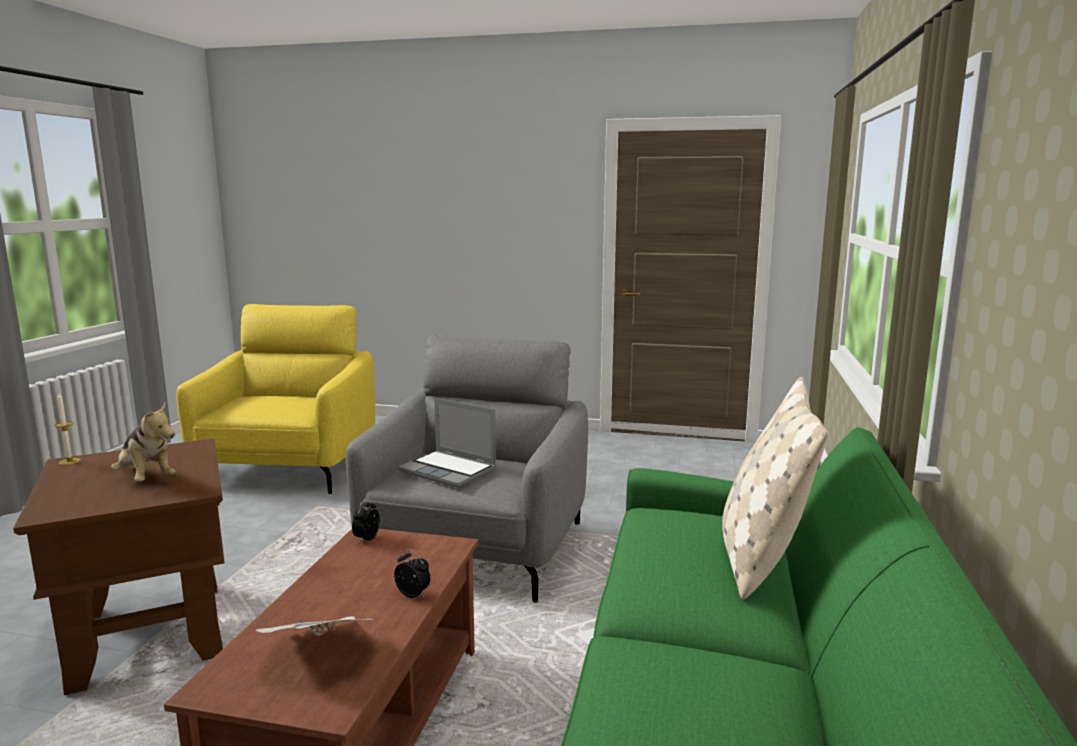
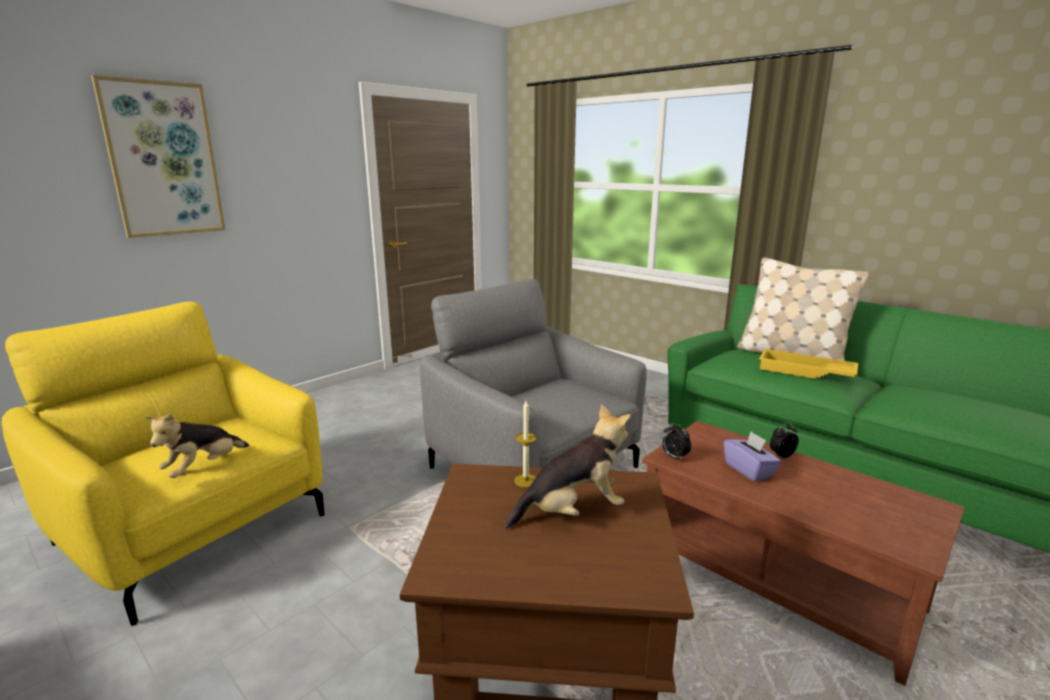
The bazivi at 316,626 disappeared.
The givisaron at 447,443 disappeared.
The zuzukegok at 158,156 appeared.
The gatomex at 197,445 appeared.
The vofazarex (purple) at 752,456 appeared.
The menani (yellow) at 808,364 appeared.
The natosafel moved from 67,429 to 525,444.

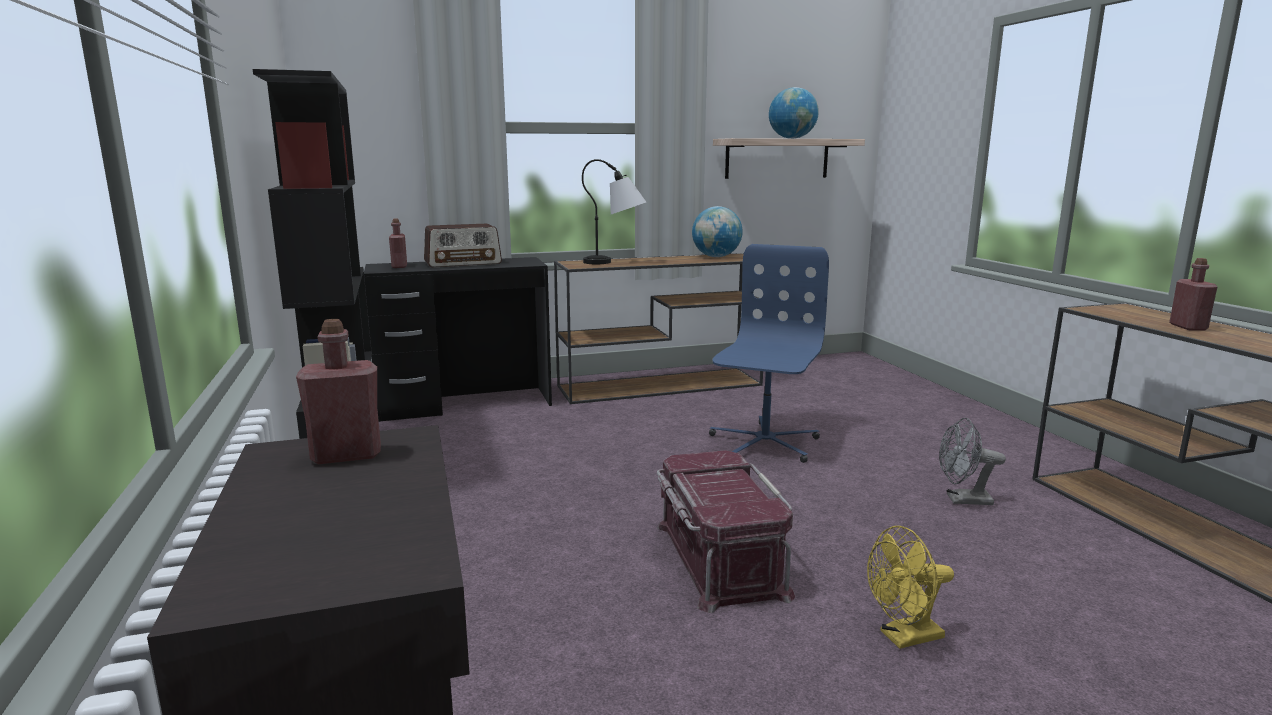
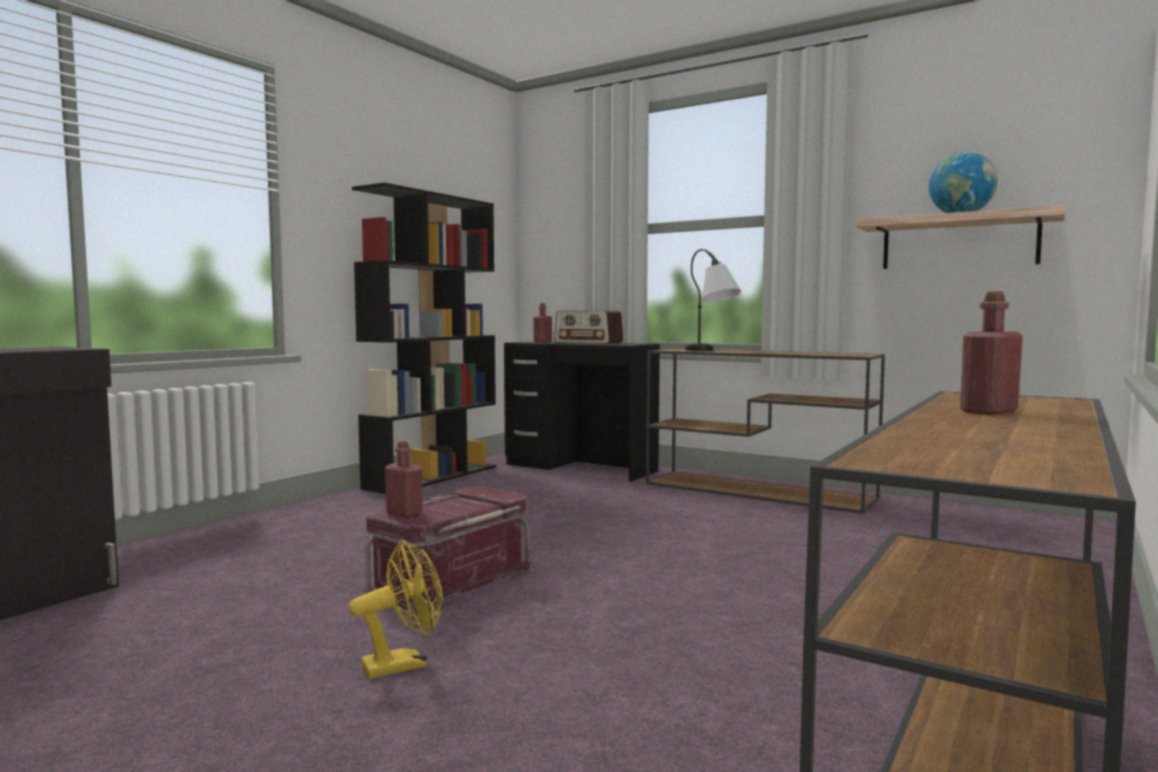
The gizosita at 717,231 disappeared.
The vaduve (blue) at 769,353 disappeared.
The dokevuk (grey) at 972,461 disappeared.
The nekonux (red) moved from 338,391 to 404,479.
The dokevuk (yellow) at 910,587 turned 120 degrees clockwise.

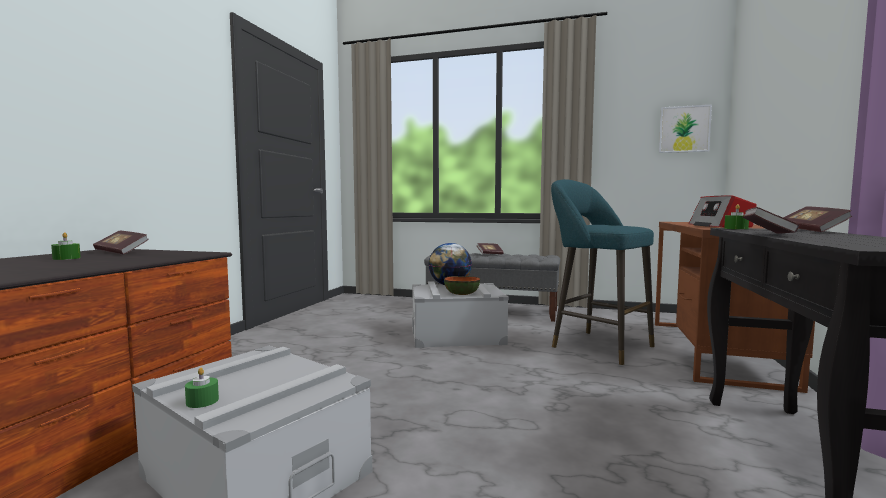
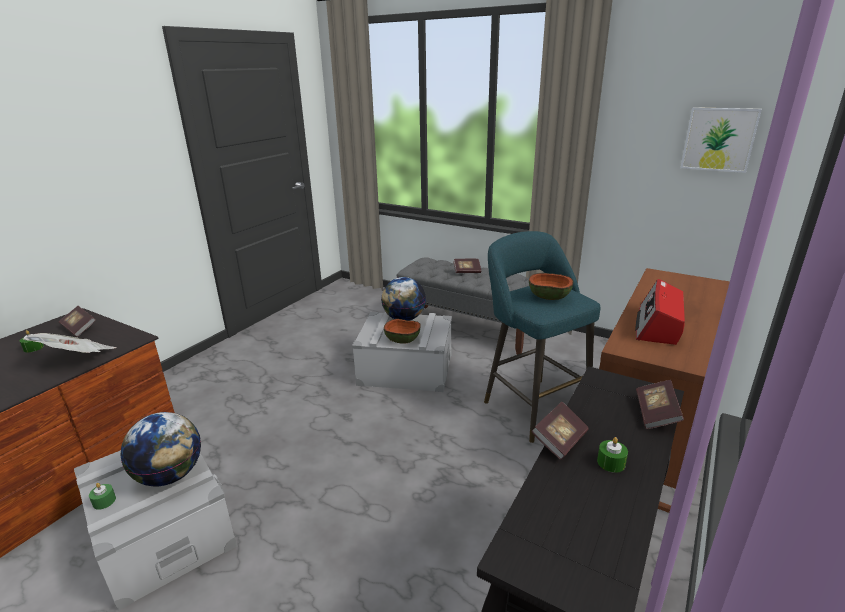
The bazivi at 70,343 appeared.
The gizosita at 160,449 appeared.
The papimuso at 551,286 appeared.
The natosafel (green) moved from 736,216 to 612,455.

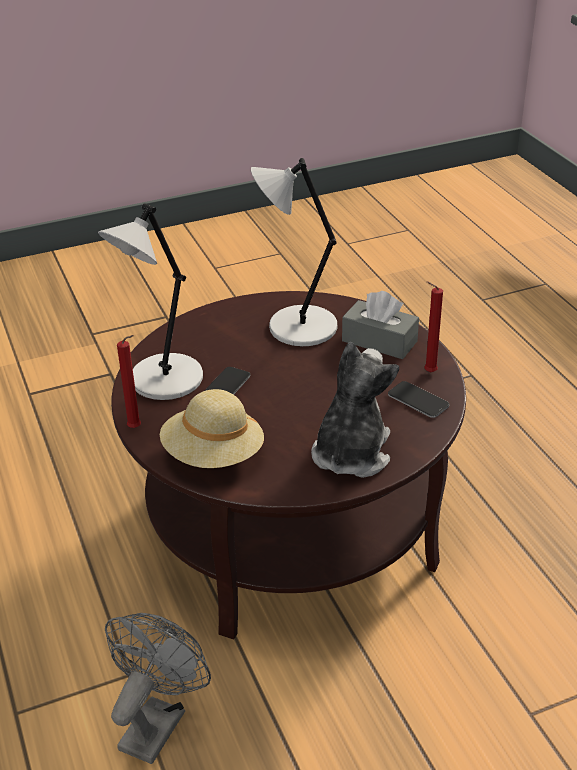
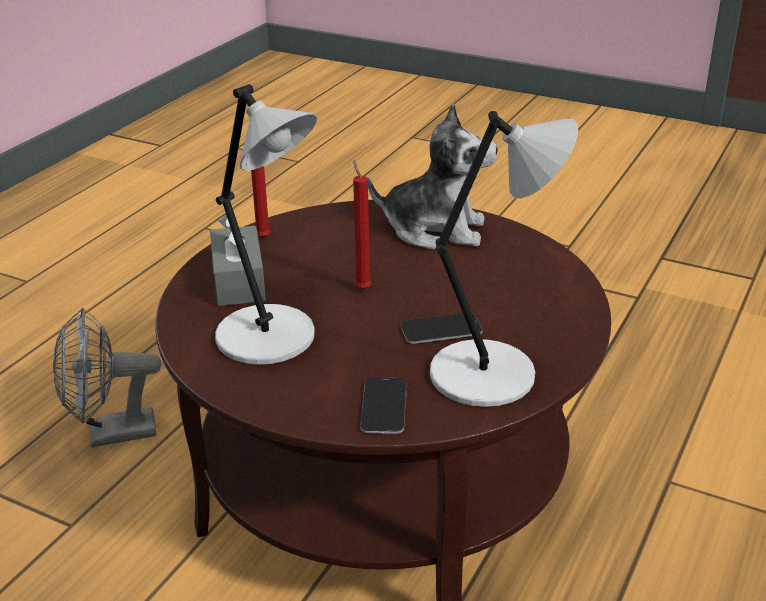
The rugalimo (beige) at 212,428 disappeared.
The dokevuk (grey) moved from 158,688 to 107,377.
The natosafel (red) moved from 129,381 to 362,225.
The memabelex moved from 418,399 to 383,405.
The gatomex at 355,410 turned 150 degrees counterclockwise.

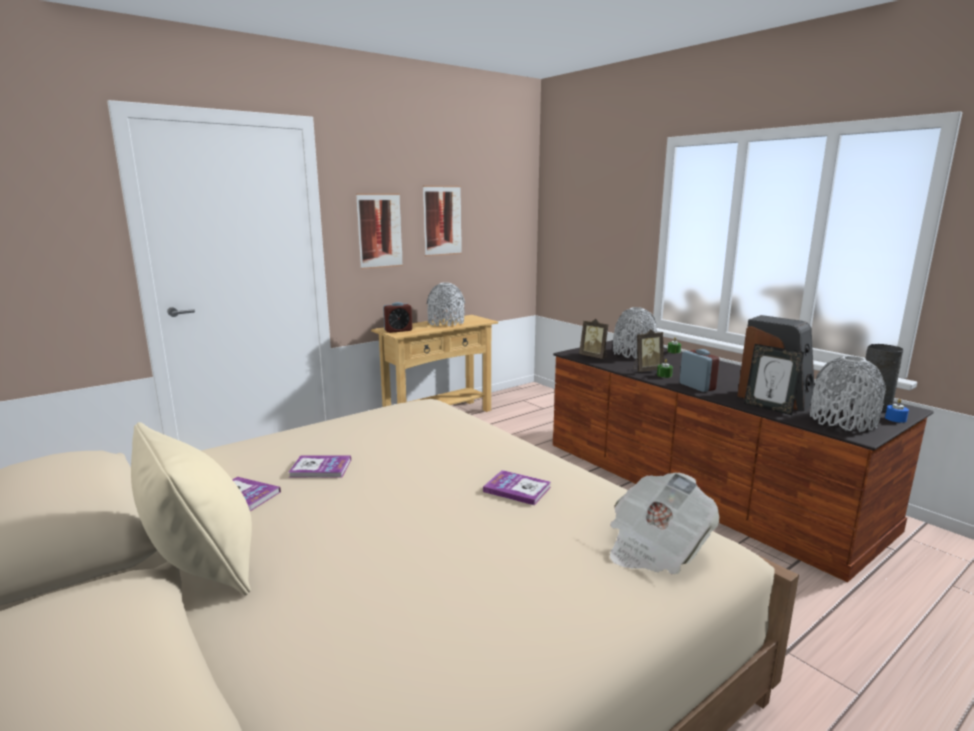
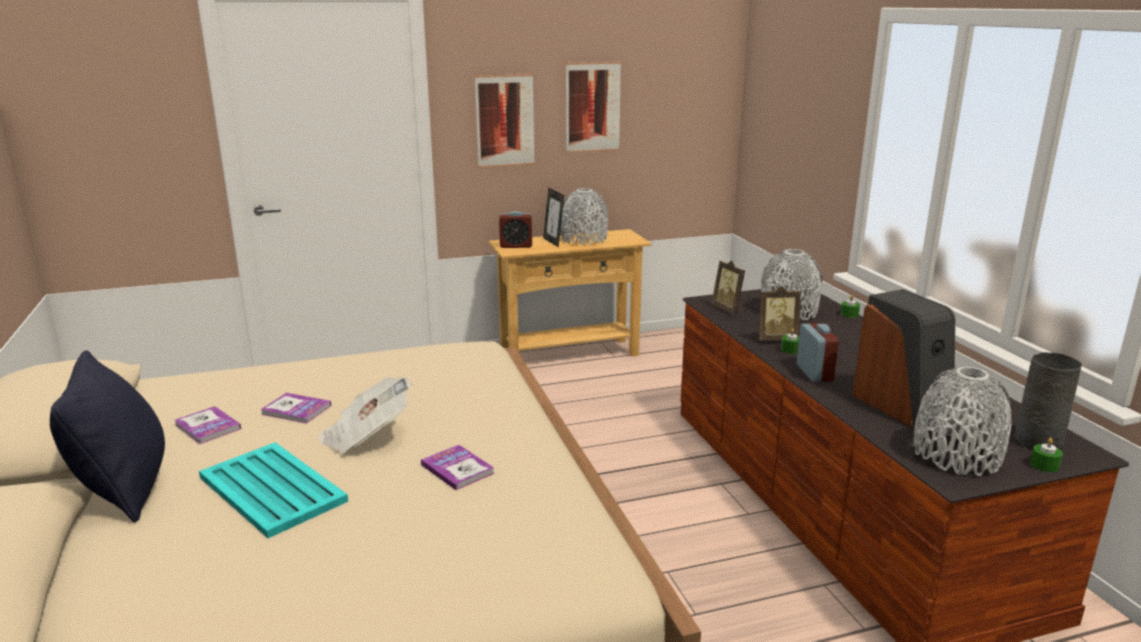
The menani (turquoise) at 273,490 appeared.
The bazivi moved from 665,523 to 365,415.
The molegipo moved from 774,379 to 553,217.
The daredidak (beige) at 191,509 became the daredidak (black) at 107,436.
The natosafel (blue) at 897,411 became the natosafel (green) at 1046,455.

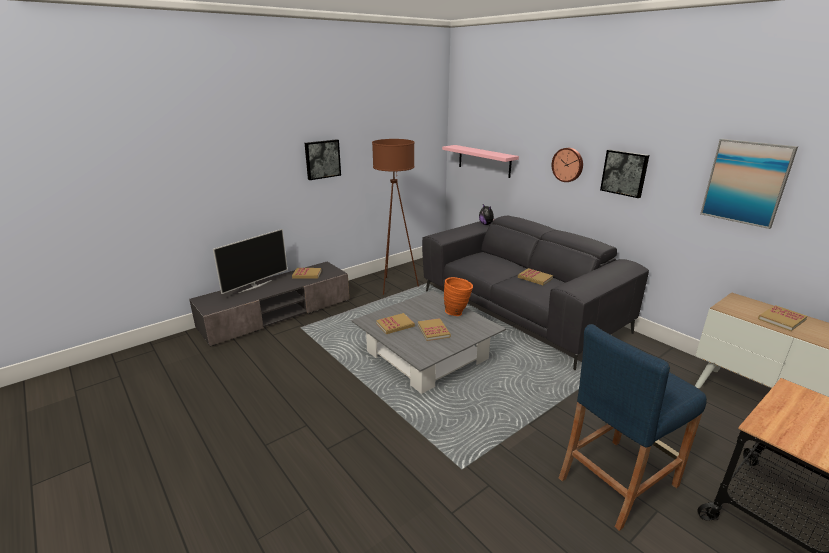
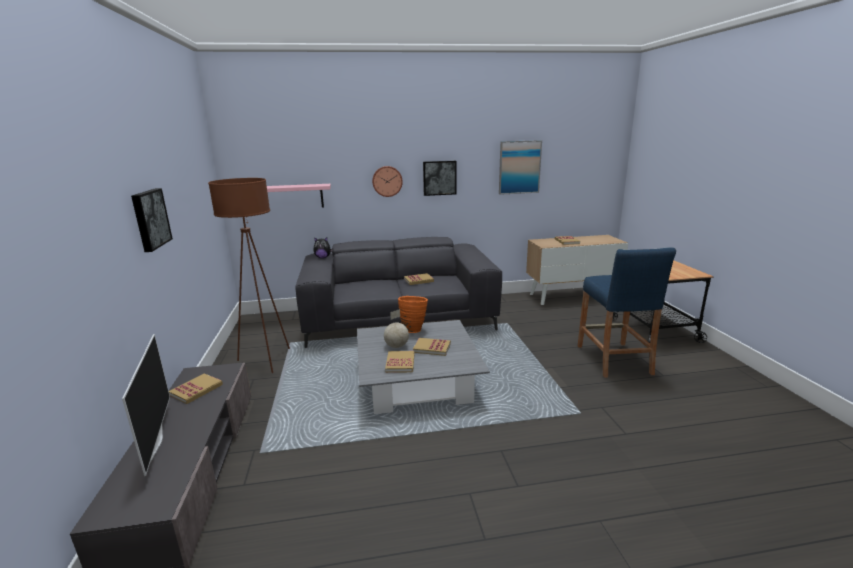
The gizosita at 396,328 appeared.

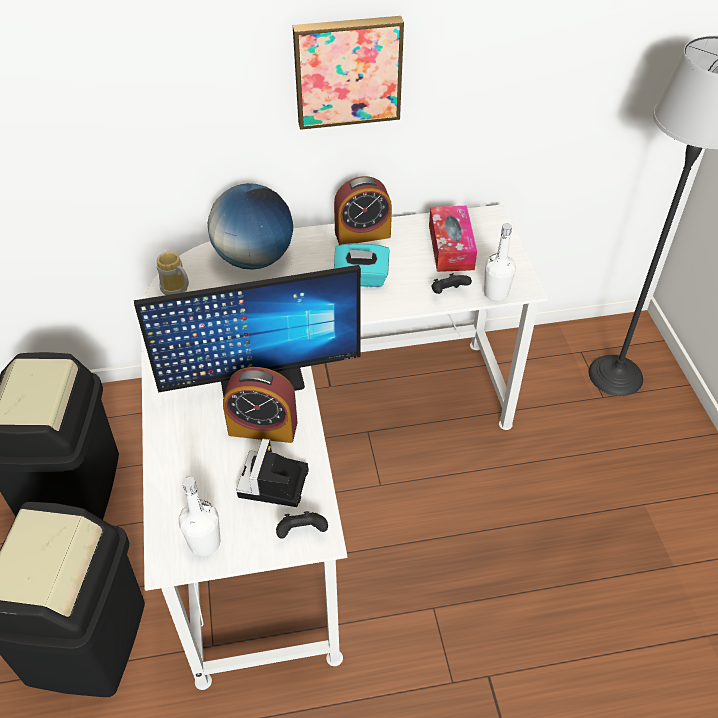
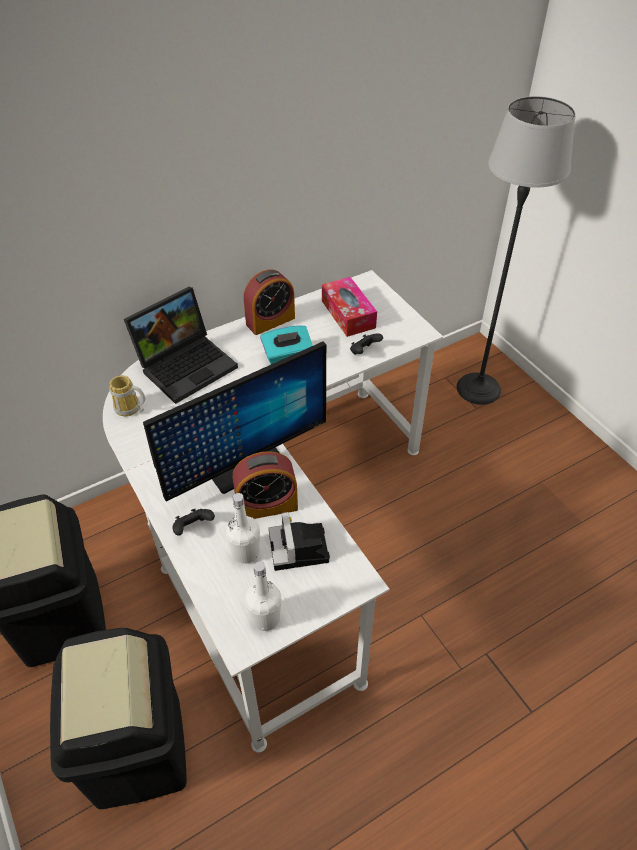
The zuzukegok at 348,73 disappeared.
The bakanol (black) moved from 302,525 to 194,522.
The nekonux (white) moved from 500,262 to 243,528.
The gizosita at 250,226 was replaced by the givisaron at 181,345.

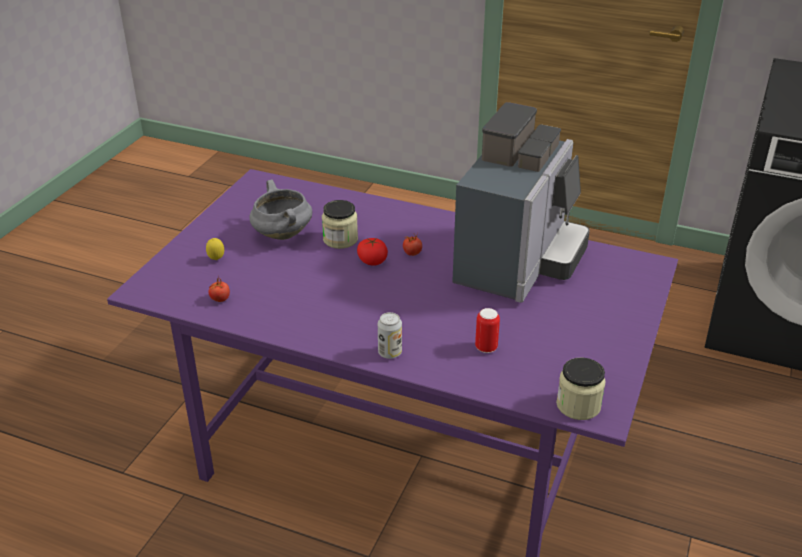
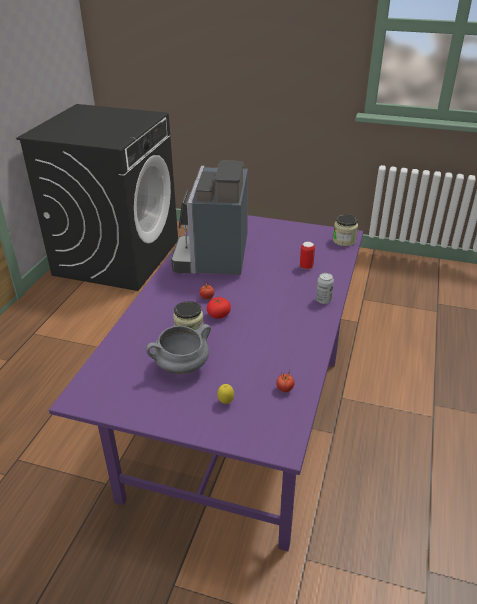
The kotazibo at 521,202 turned 105 degrees counterclockwise.

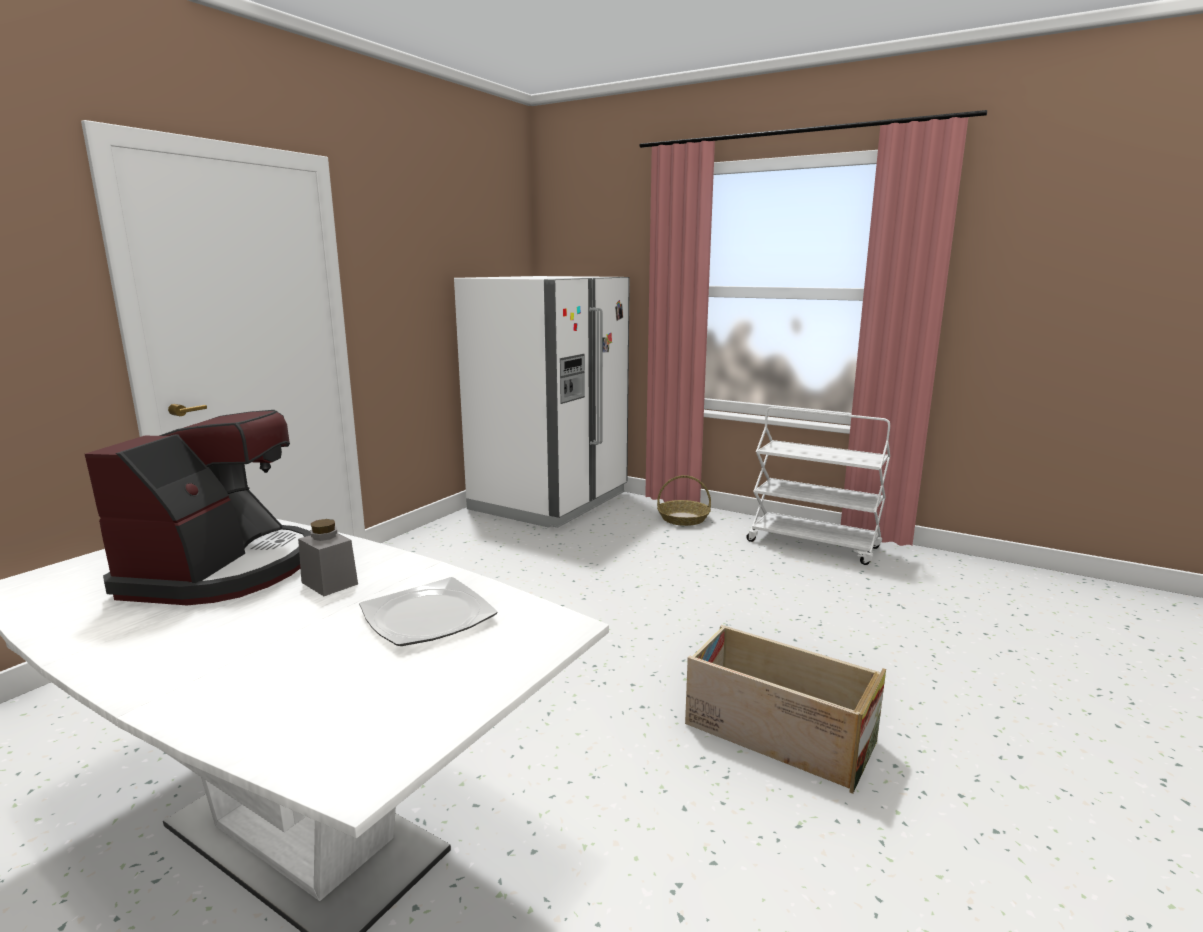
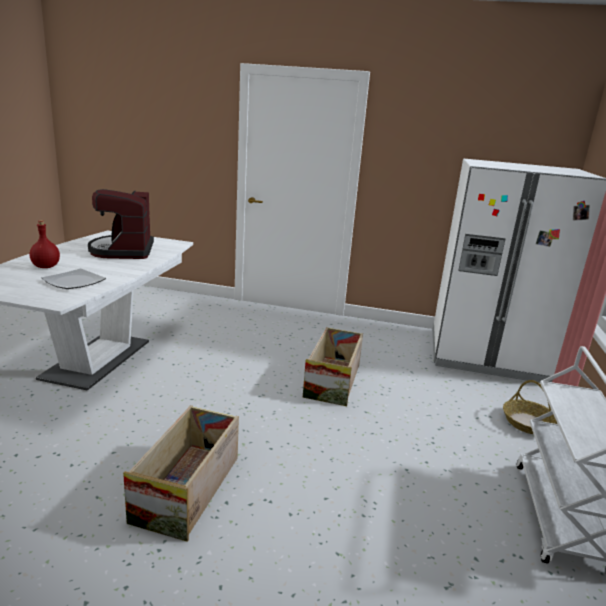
The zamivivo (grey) at 328,557 disappeared.
The nekonux (red) at 45,244 appeared.
The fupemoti at 333,366 appeared.
The kotazibo at 198,507 turned 90 degrees clockwise.

